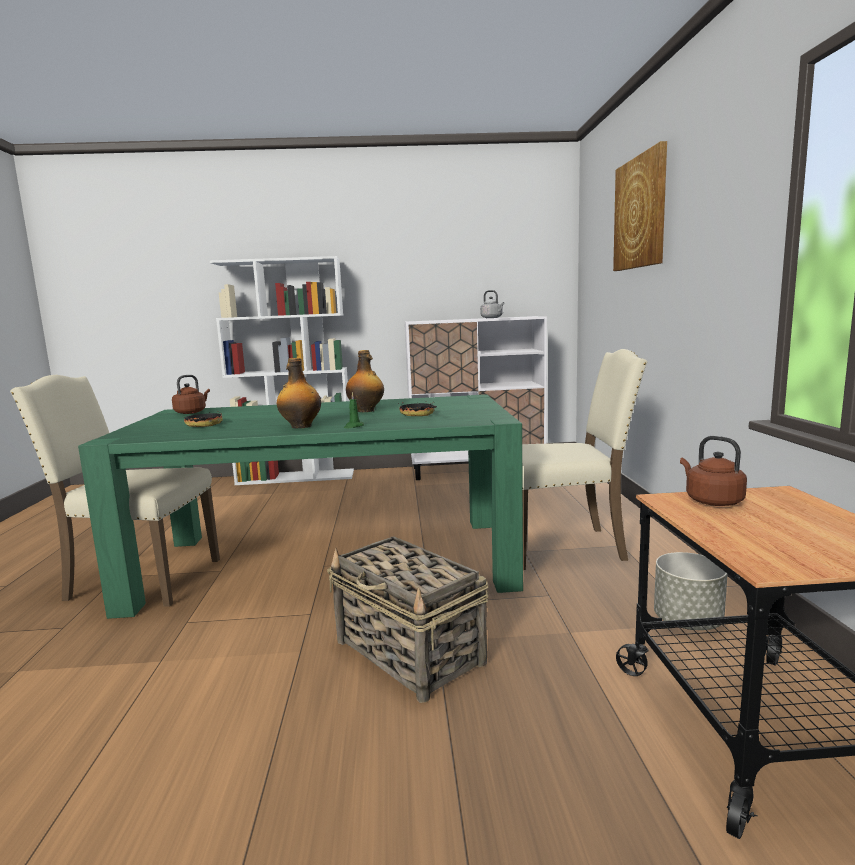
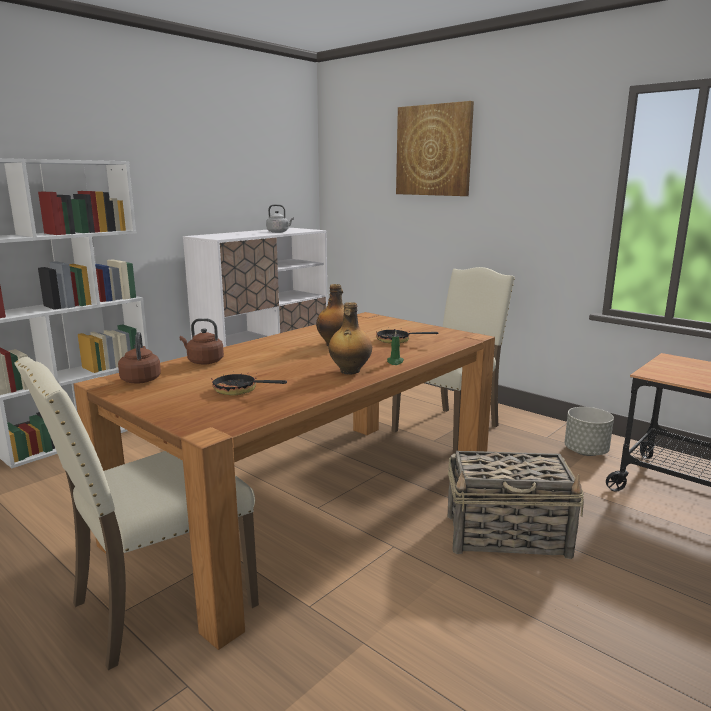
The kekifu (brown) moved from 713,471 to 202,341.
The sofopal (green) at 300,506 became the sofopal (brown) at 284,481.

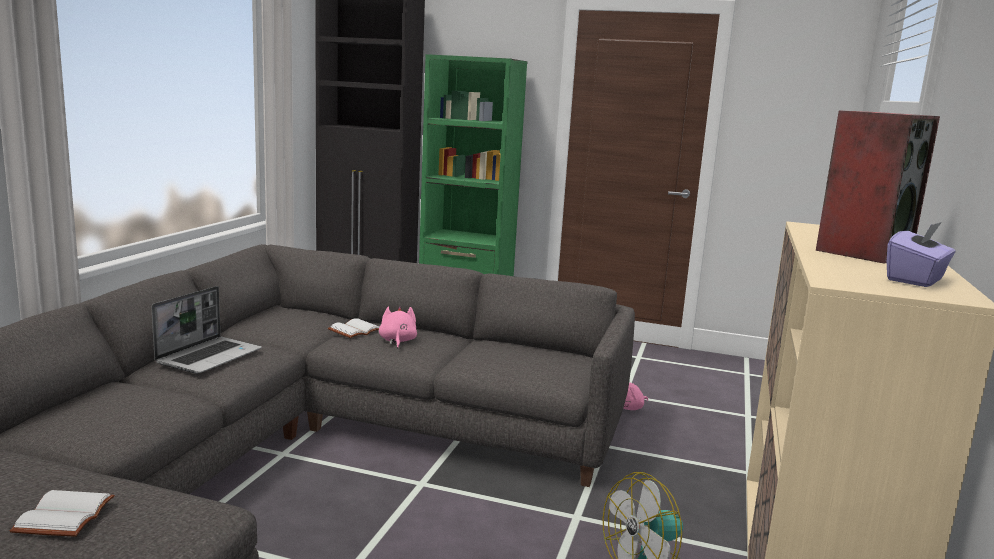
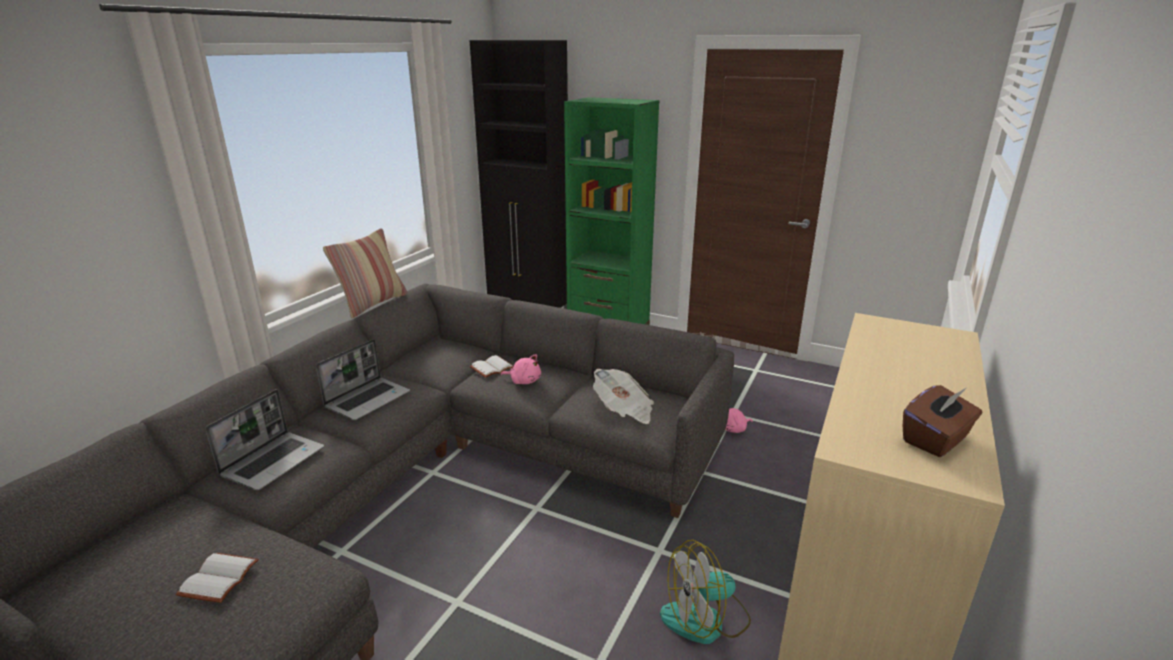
The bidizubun at 878,187 disappeared.
The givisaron at 264,439 appeared.
The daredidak at 365,273 appeared.
The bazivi at 623,396 appeared.
The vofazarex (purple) at 921,254 became the vofazarex (brown) at 943,421.
The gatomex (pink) at 398,327 turned 105 degrees clockwise.

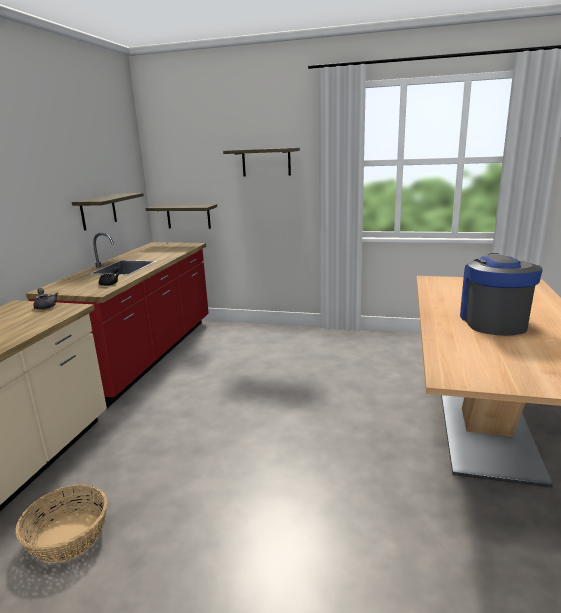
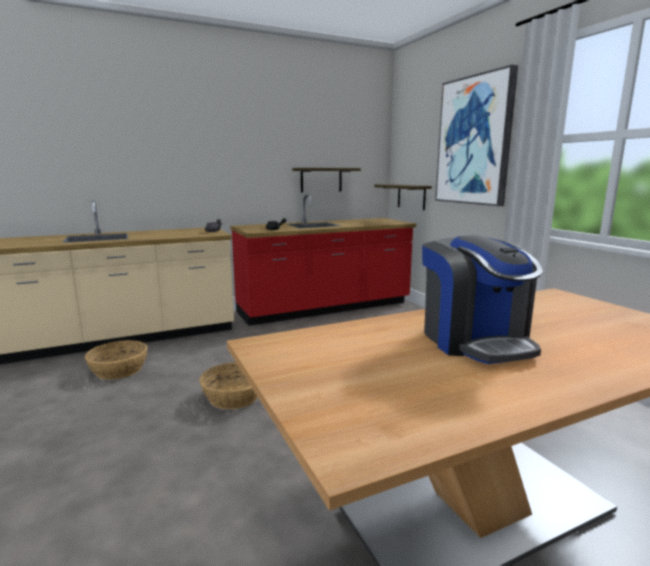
The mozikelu at 228,385 appeared.
The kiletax at 261,162 was replaced by the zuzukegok at 476,135.
The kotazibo at 501,294 turned 105 degrees clockwise.

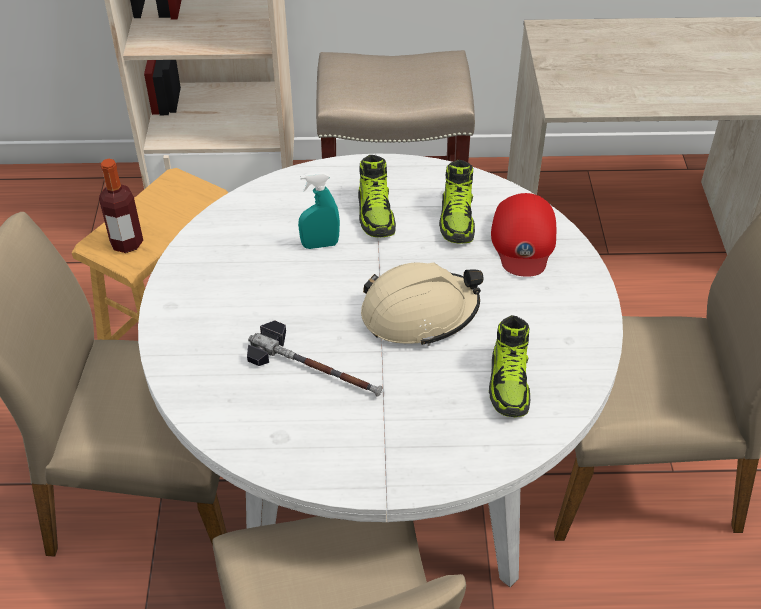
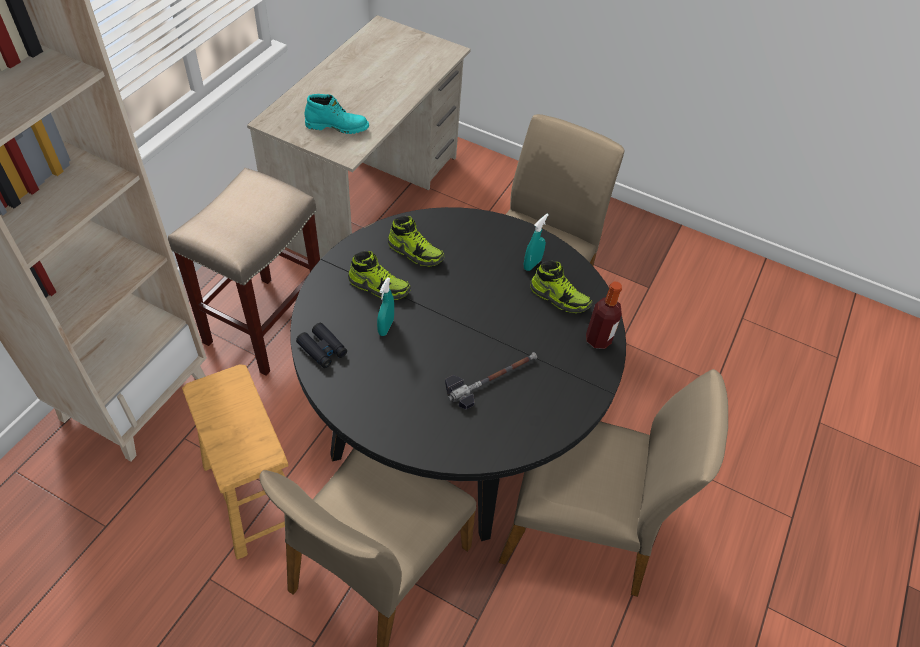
The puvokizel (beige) at 422,304 disappeared.
The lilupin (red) at 523,235 disappeared.
The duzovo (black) at 321,345 appeared.
The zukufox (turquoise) at 337,114 appeared.
The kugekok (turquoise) at 536,242 appeared.
The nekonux moved from 121,206 to 604,315.
The sofopal (white) at 380,370 became the sofopal (black) at 458,374.

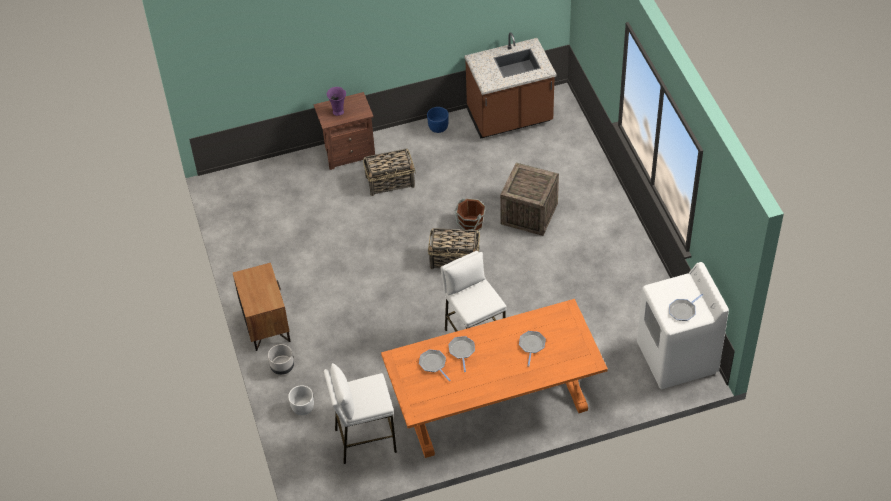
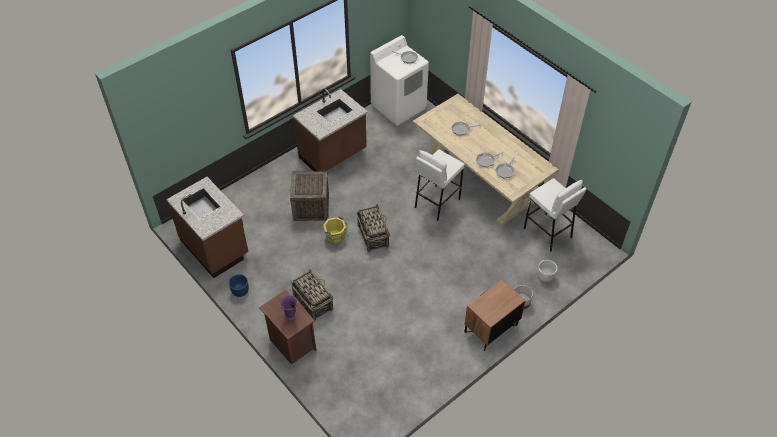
The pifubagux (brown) at 330,130 appeared.
The sofopal (orange) at 494,378 became the sofopal (beige) at 486,160.
The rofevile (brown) at 470,214 became the rofevile (yellow) at 335,230.

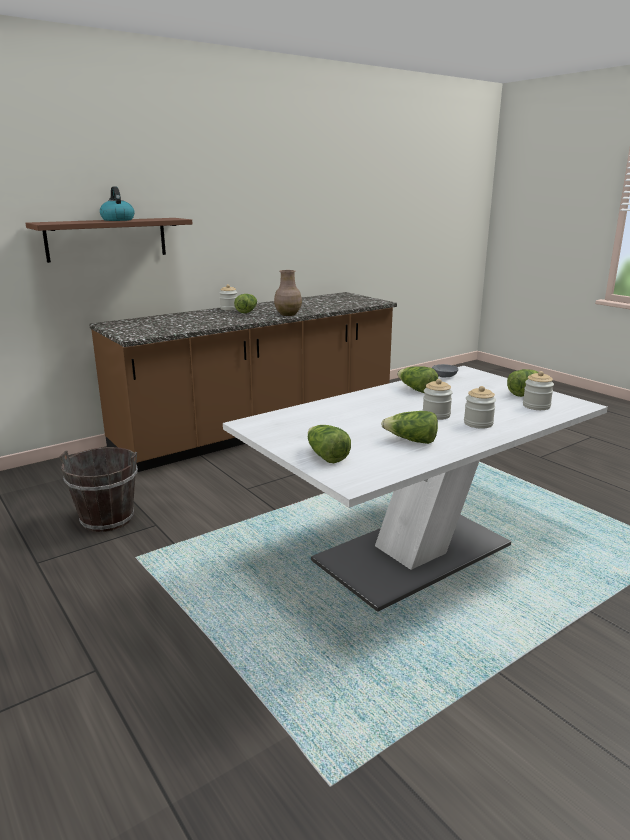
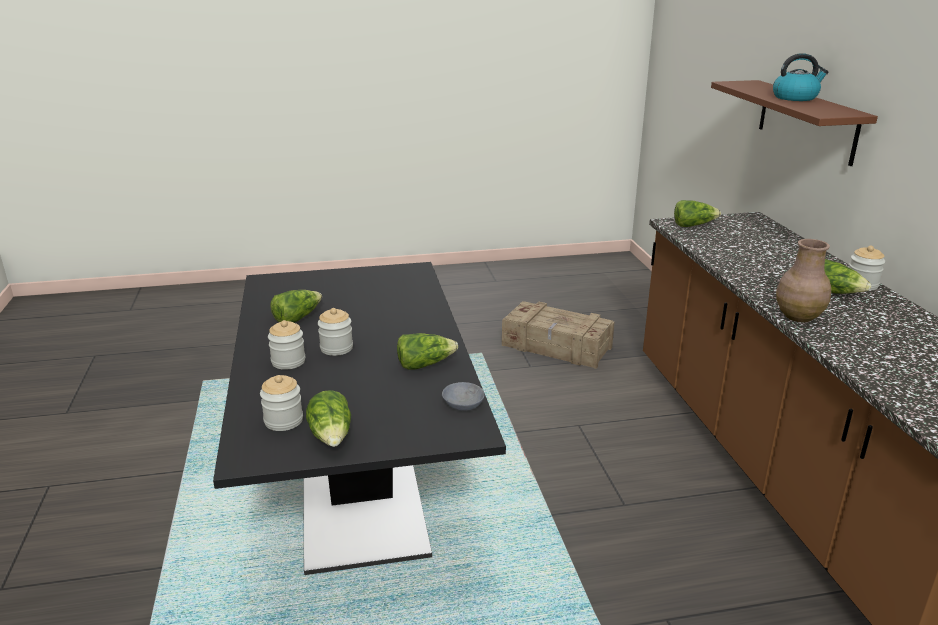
The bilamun moved from 329,444 to 697,213.
The rofevile (brown) at 98,489 was replaced by the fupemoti at 558,335.
The sofopal (white) at 415,489 became the sofopal (black) at 359,418.

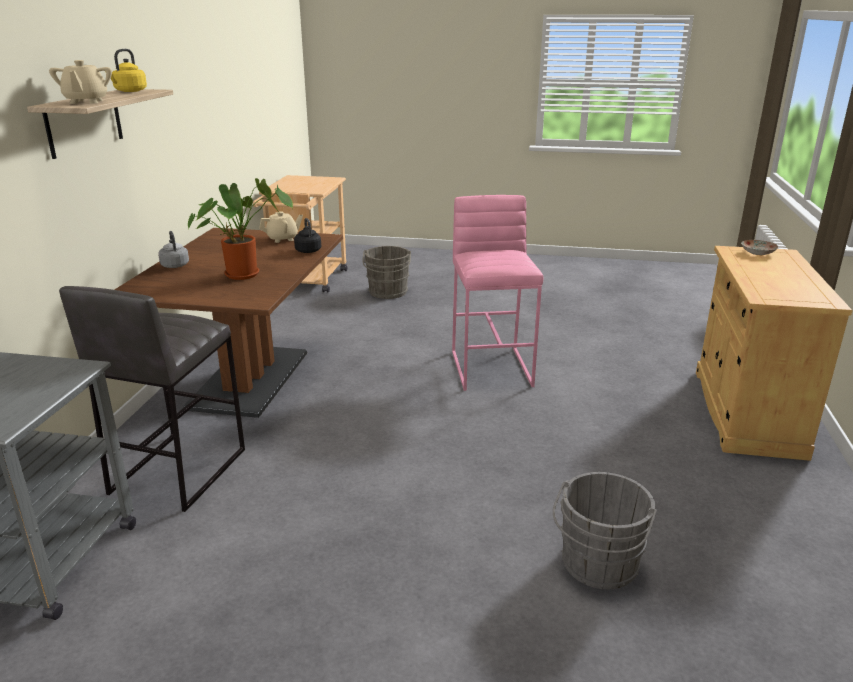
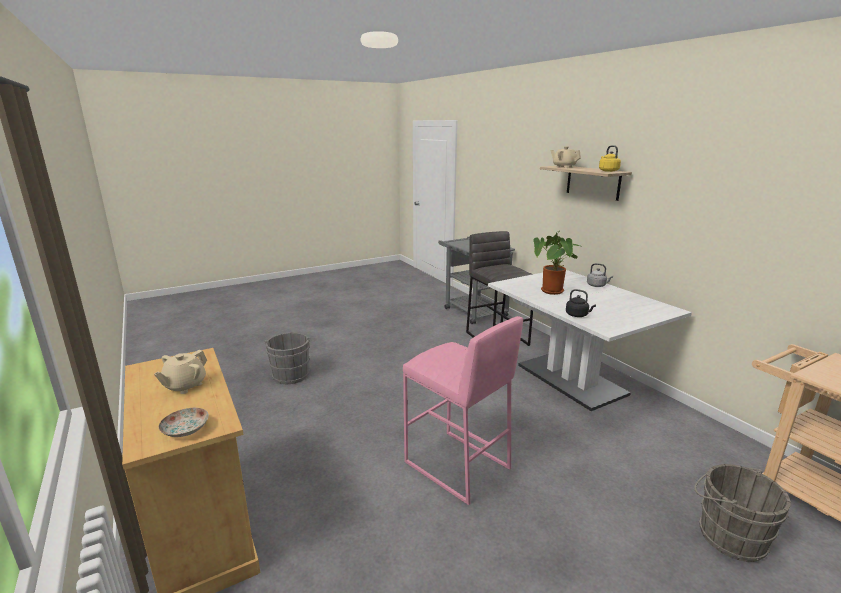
The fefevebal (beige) moved from 281,227 to 180,372.
The sofopal (brown) at 229,323 became the sofopal (white) at 590,340.

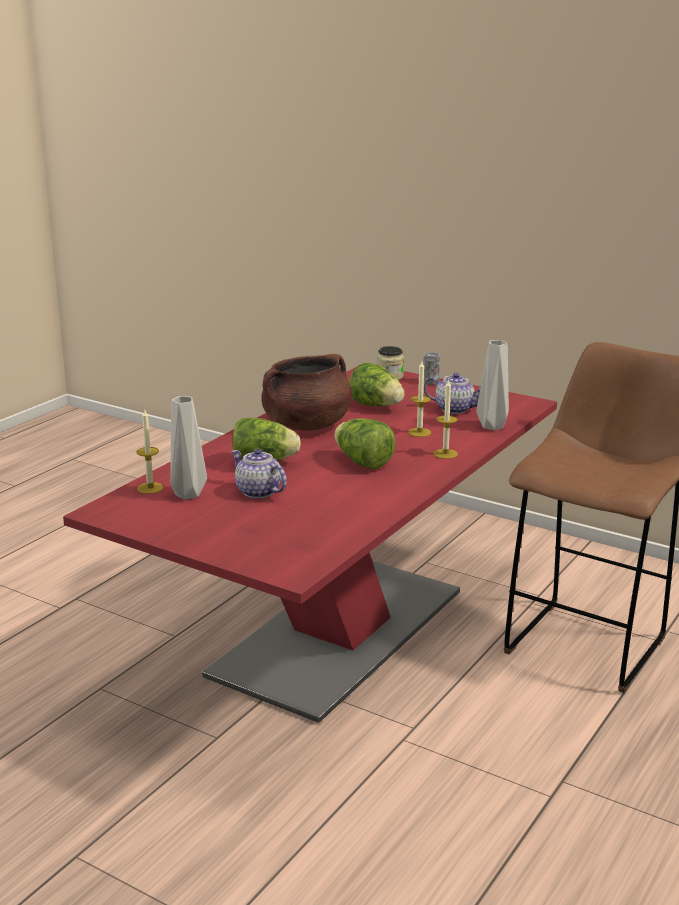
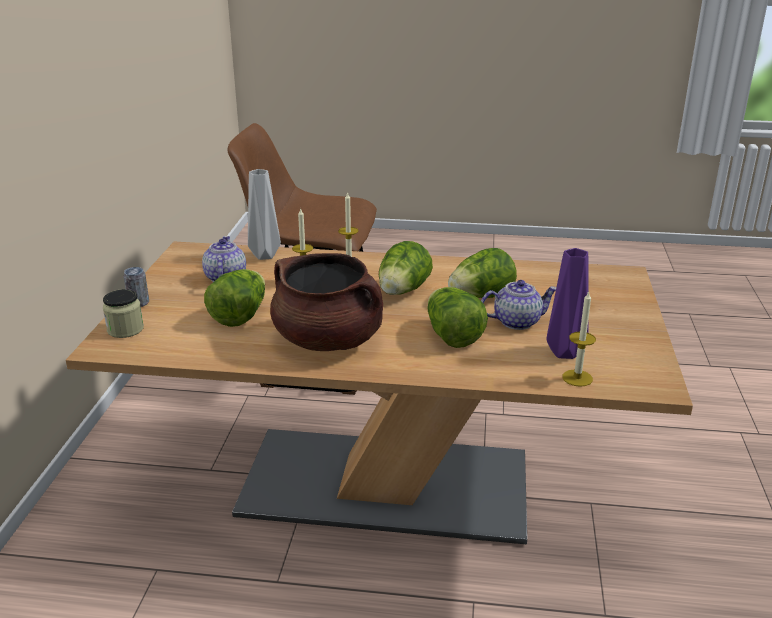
The bilamun at 482,273 appeared.
The sofopal (red) at 310,544 became the sofopal (beige) at 379,393.
The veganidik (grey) at 188,448 became the veganidik (purple) at 567,303.
The fefevebal at 259,473 turned 120 degrees counterclockwise.

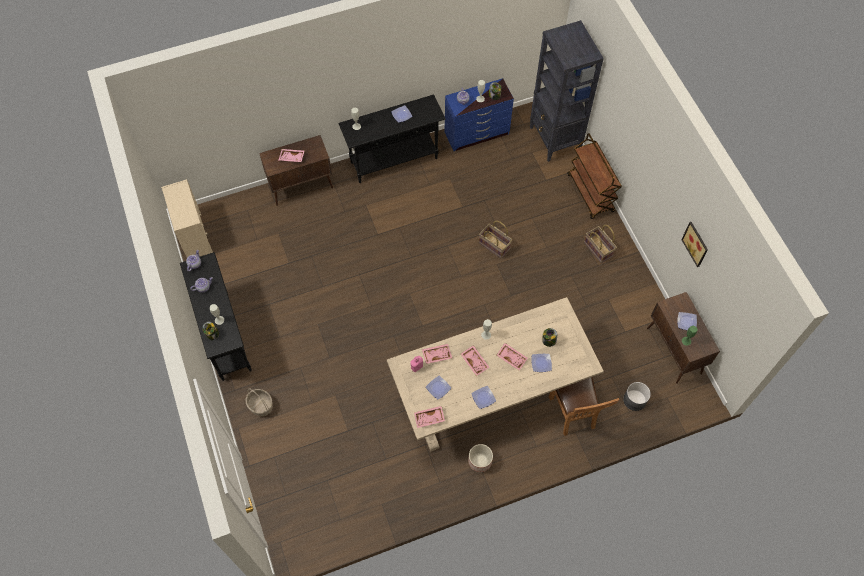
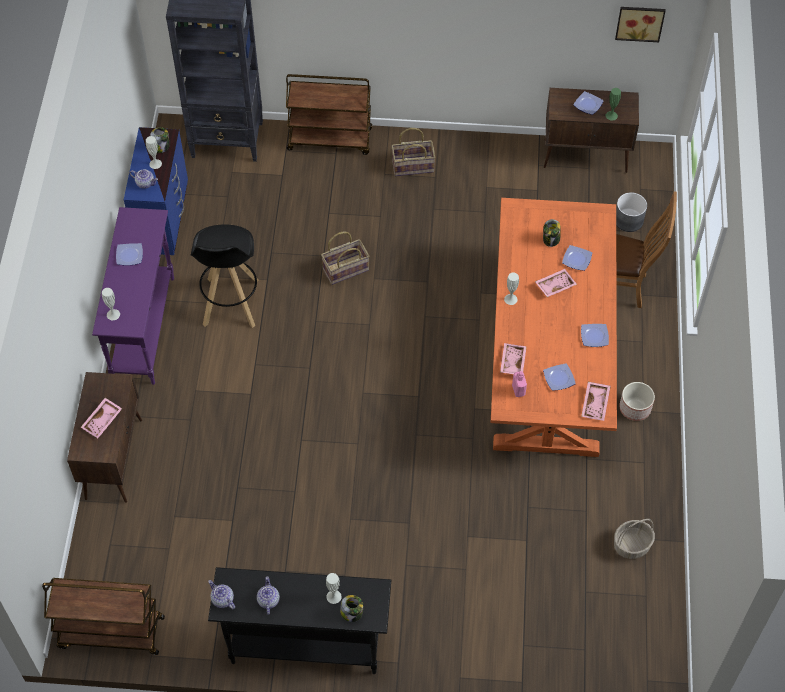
The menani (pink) at 475,360 disappeared.
The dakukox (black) at 225,276 appeared.
The mozikelu moved from 259,402 to 634,539.
The zuzukegok moved from 694,244 to 640,24.
The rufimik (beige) at 187,218 was replaced by the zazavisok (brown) at 103,616.
The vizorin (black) at 391,138 became the vizorin (purple) at 133,296.
The sofopal (beige) at 495,374 became the sofopal (orange) at 554,327.

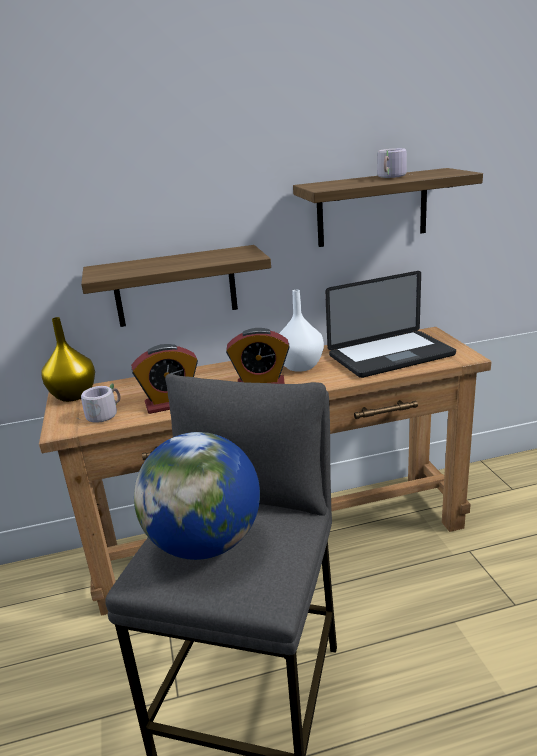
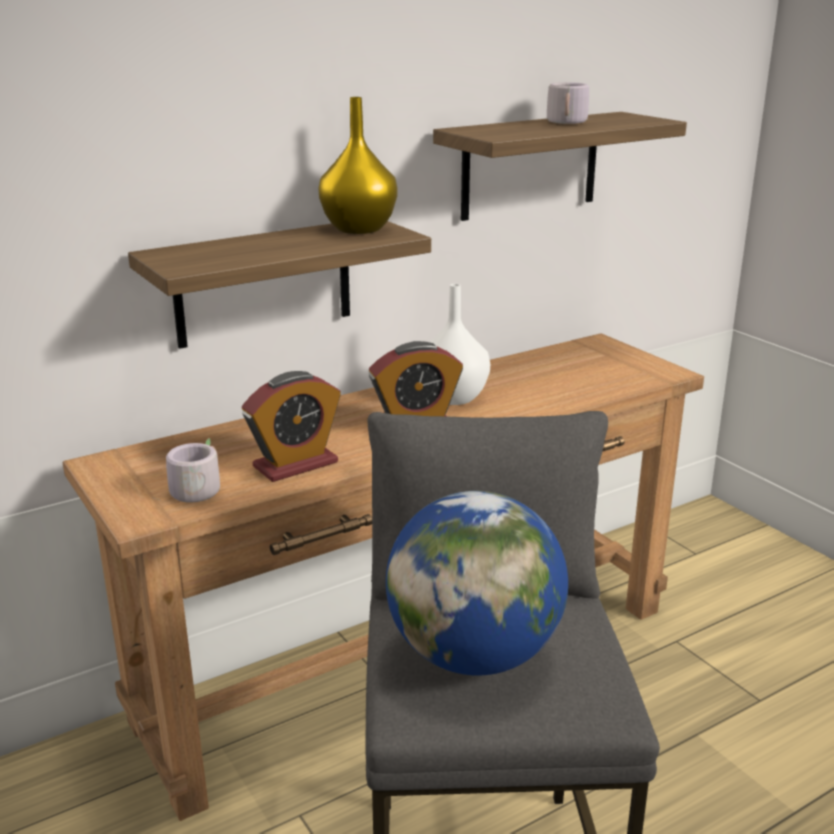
The givisaron at 390,324 disappeared.
The veganidik (yellow) moved from 68,359 to 358,165.

